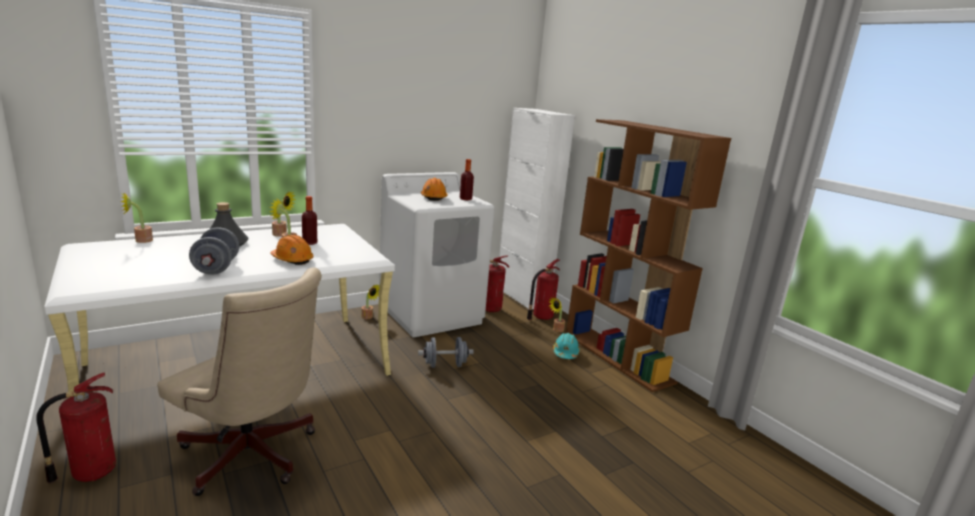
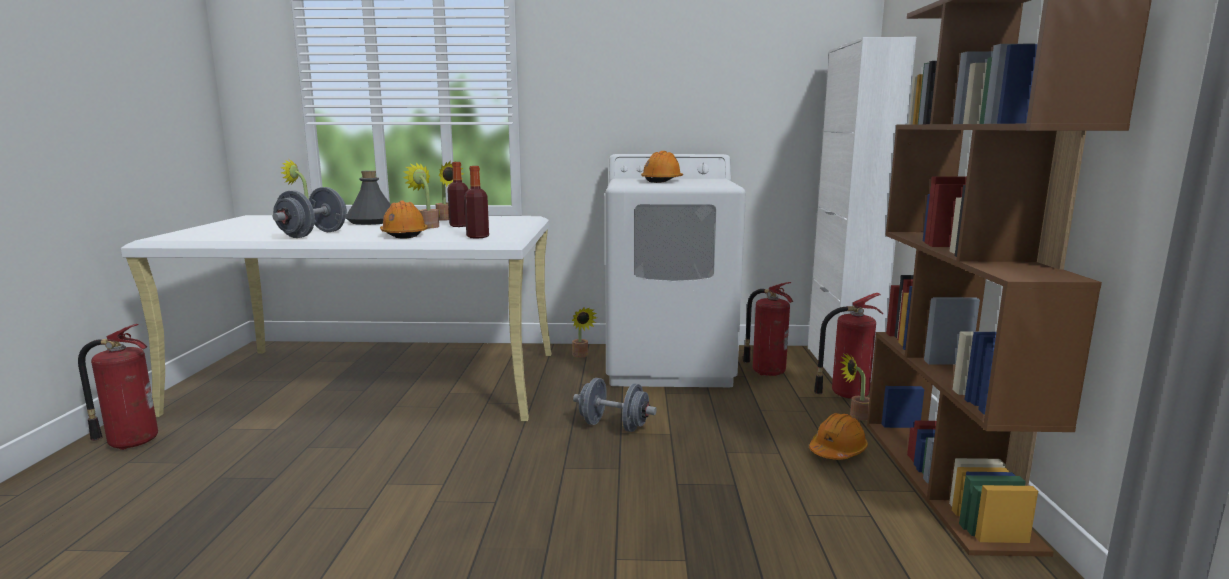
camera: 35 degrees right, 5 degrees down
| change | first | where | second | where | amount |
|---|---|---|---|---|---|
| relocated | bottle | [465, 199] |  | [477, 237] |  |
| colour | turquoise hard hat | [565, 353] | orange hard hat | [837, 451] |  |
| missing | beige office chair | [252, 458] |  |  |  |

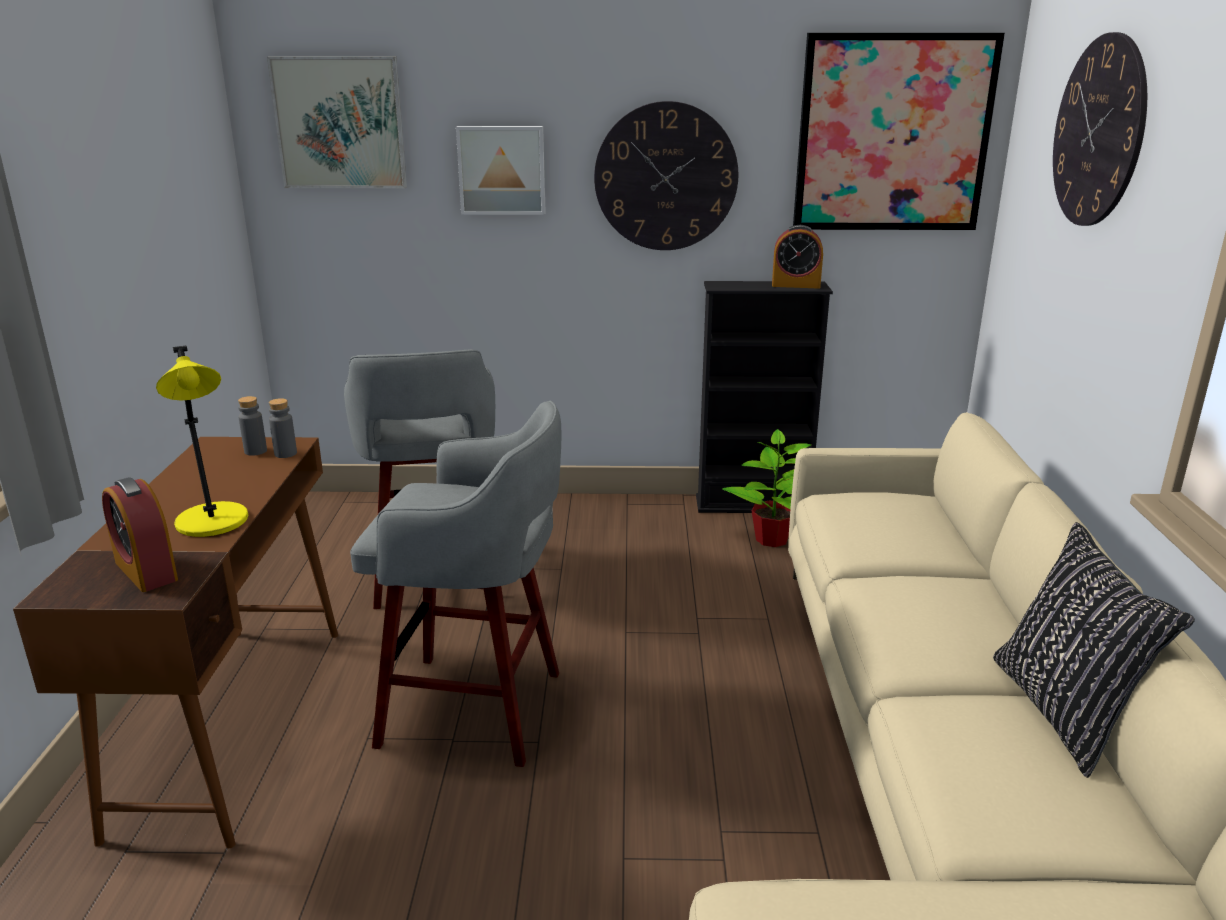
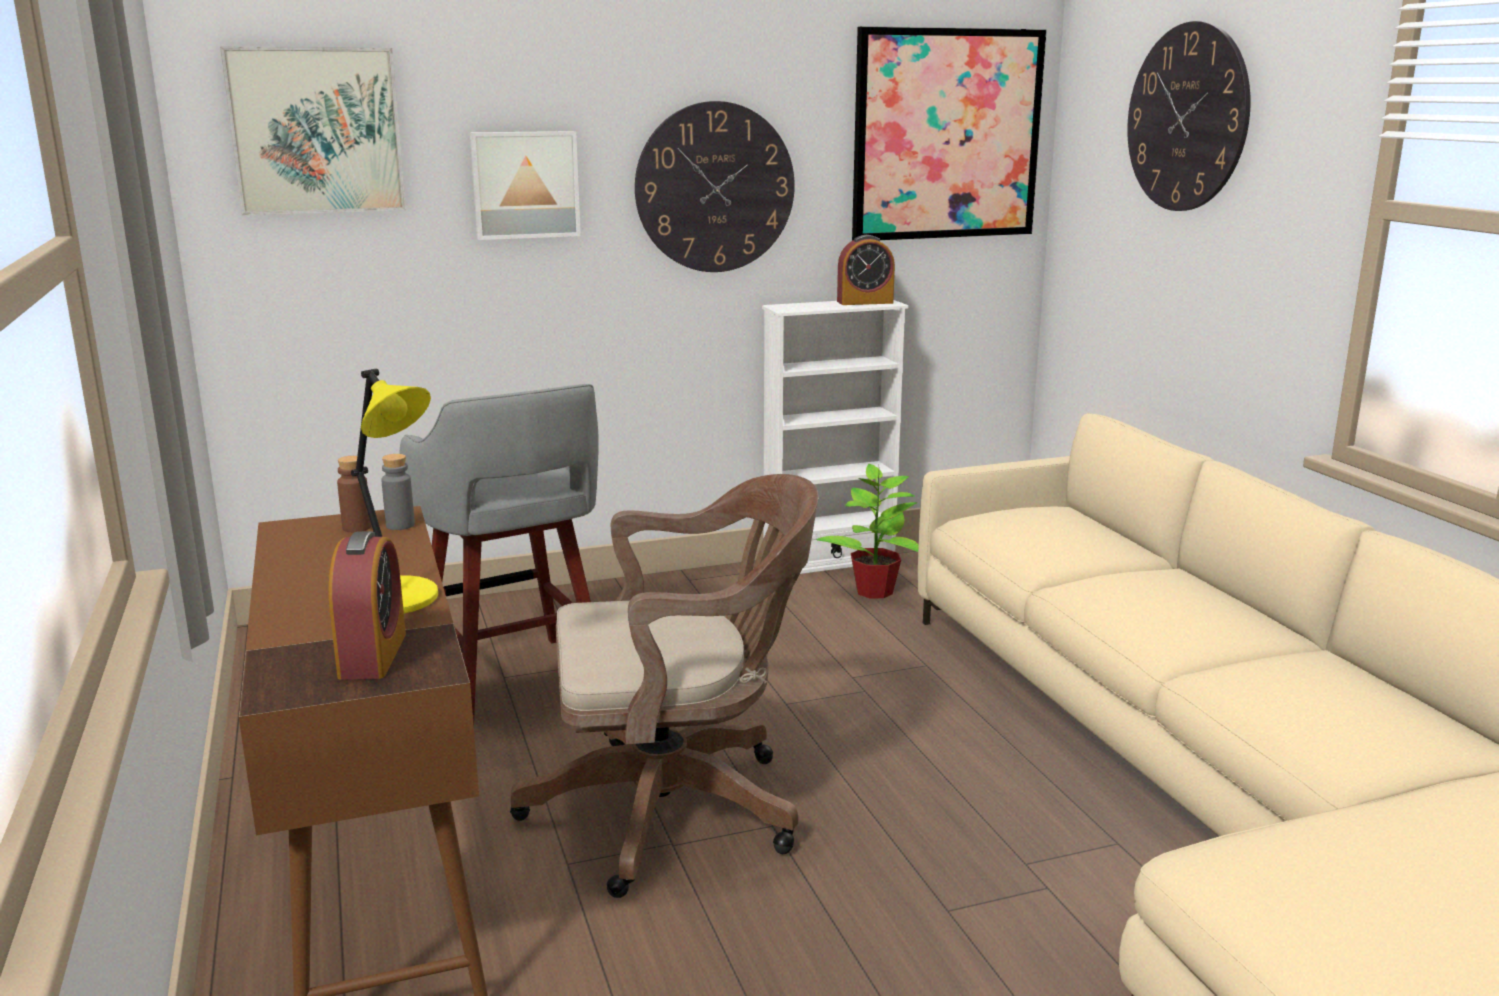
camera: 20 degrees left, 5 degrees down
| change | first | where | second | where | amount |
|---|---|---|---|---|---|
| spun | alarm clock | [146, 571] |  | [372, 655] | 120 degrees counterclockwise |
| colour | grey bottle | [255, 451] | brown bottle | [357, 527] |  |
| exchanged | grey stool | [477, 710] | brown office chair | [678, 809] |  |
| colour | black bookcase | [753, 504] | white bookcase | [829, 561] |  |
| missing | black pillow | [1064, 711] |  |  |  |

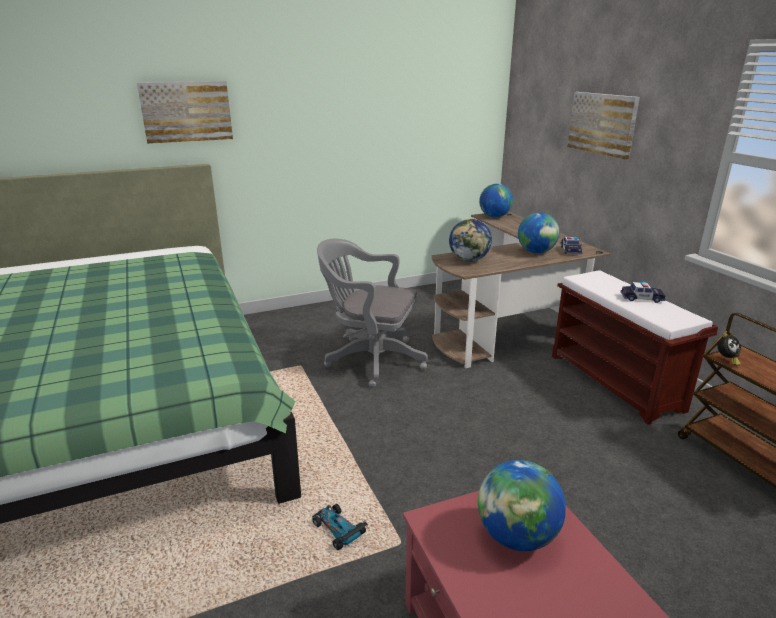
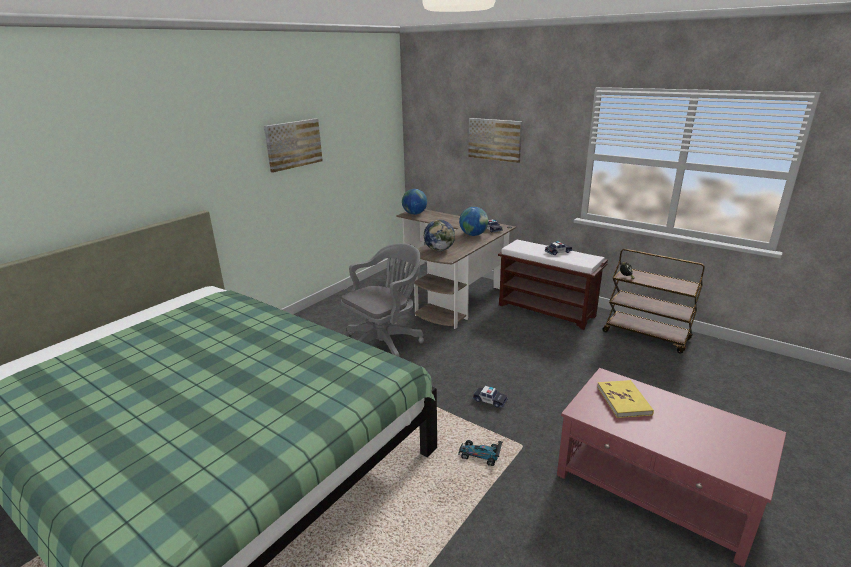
camera: 30 degrees left, 0 degrees up
| change | first | where | second | where | amount |
|---|---|---|---|---|---|
| relocated | picture | [186, 111] |  | [293, 144] |  |
| spun | grey office chair | [370, 359] |  | [385, 343] | 150 degrees clockwise |
| appeared |  |  | toy car | [490, 400] |  |
| exchanged | globe | [516, 536] | yellow book | [624, 400] |  |

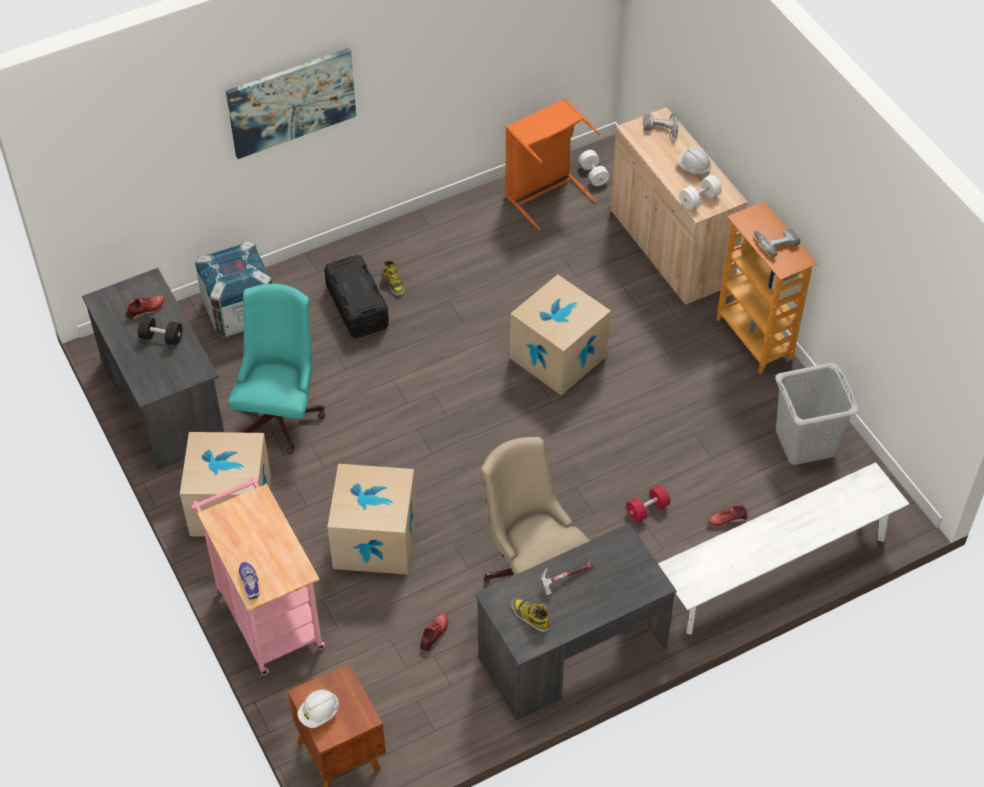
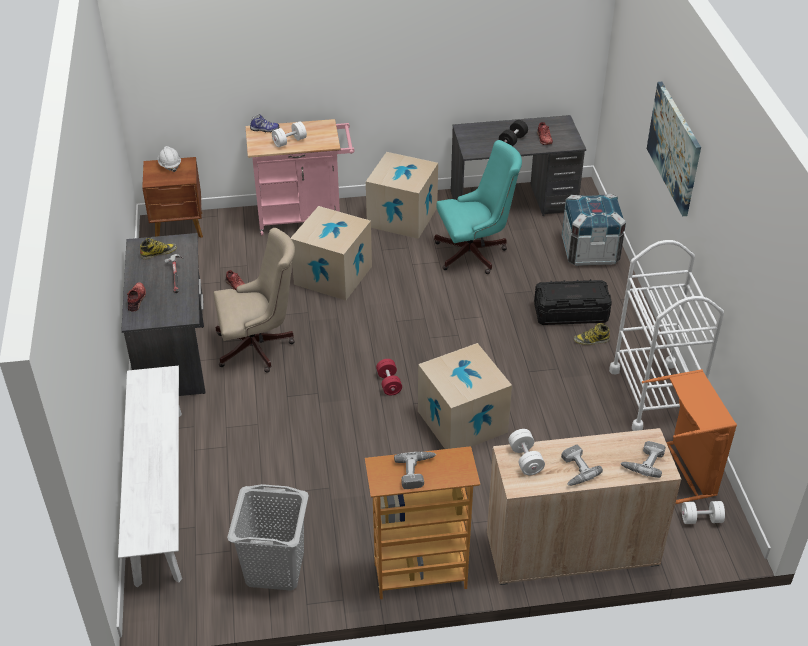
camera: 110 degrees right, 10 degrees down
| change | first | where | second | where | amount |
|---|---|---|---|---|---|
| relocated | red shoe | [727, 519] |  | [137, 299] |  |
| appeared |  |  | white dumbbell | [289, 141] |  |
| relocated | red dumbbell | [647, 509] |  | [389, 383] |  |
| spun | turquoise office chair | [281, 413] |  | [475, 253] | 45 degrees counterclockwise |
| exchanged | white hard hat | [693, 168] | power drill | [574, 470] |  |
| appeared |  |  | white cart | [654, 396] |  |

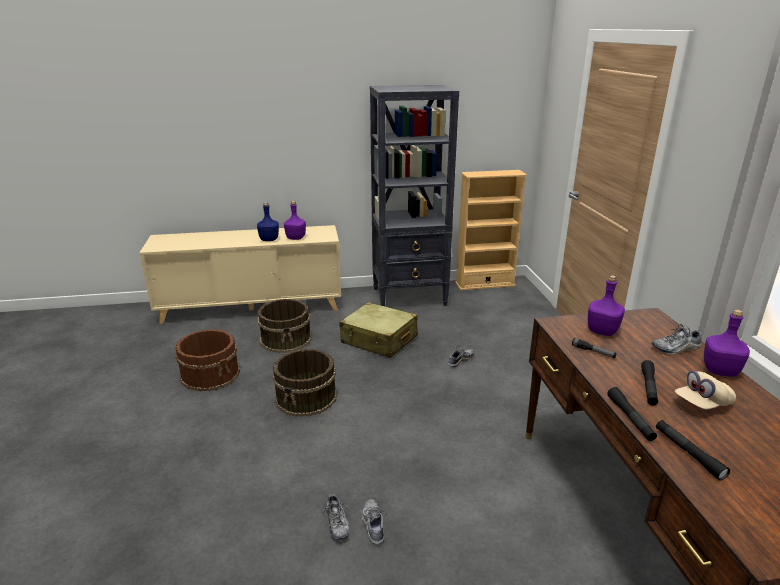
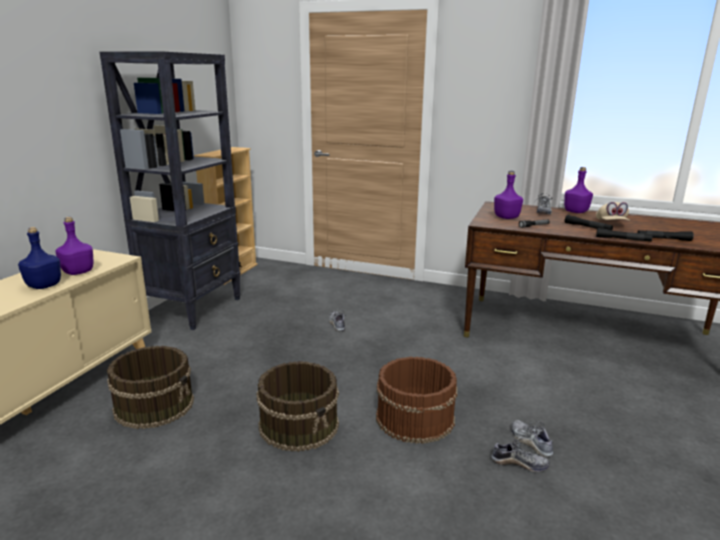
camera: 60 degrees left, 5 degrees down
| change | first | where | second | where | amount |
|---|---|---|---|---|---|
| relocated | brown bucket | [211, 374] |  | [414, 418] |  |
| spun | shoe | [373, 525] |  | [530, 442] | 45 degrees clockwise |
| missing | beige suitcase | [379, 340] |  |  |  |

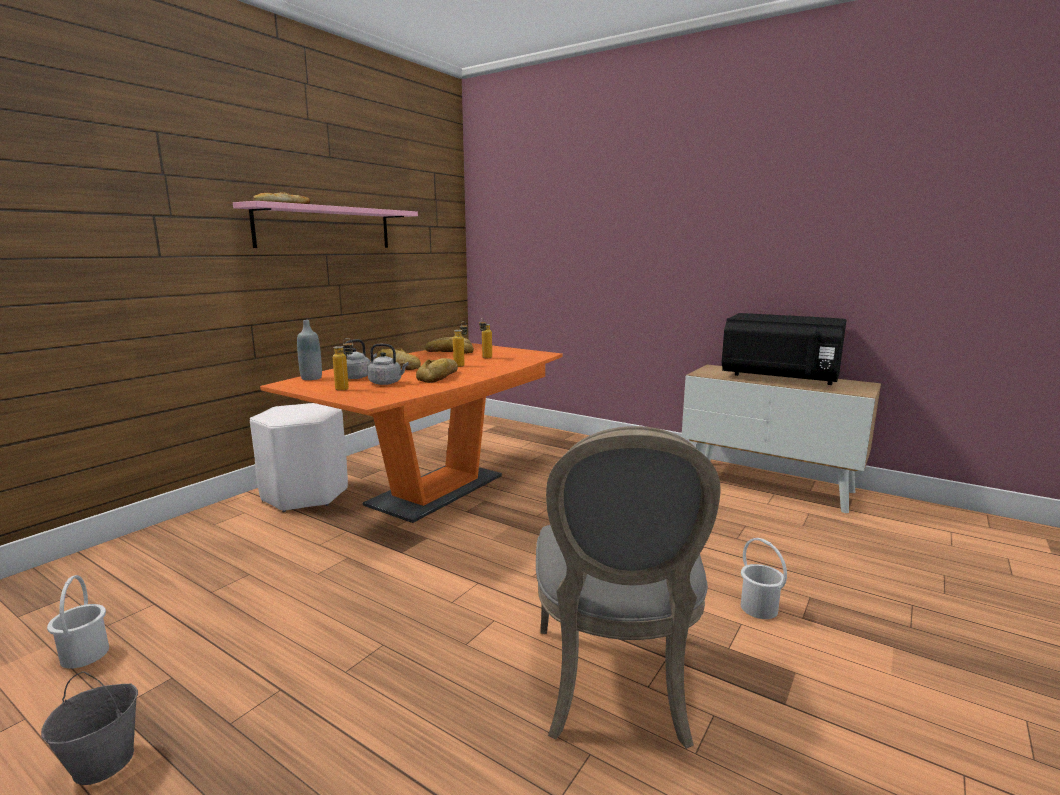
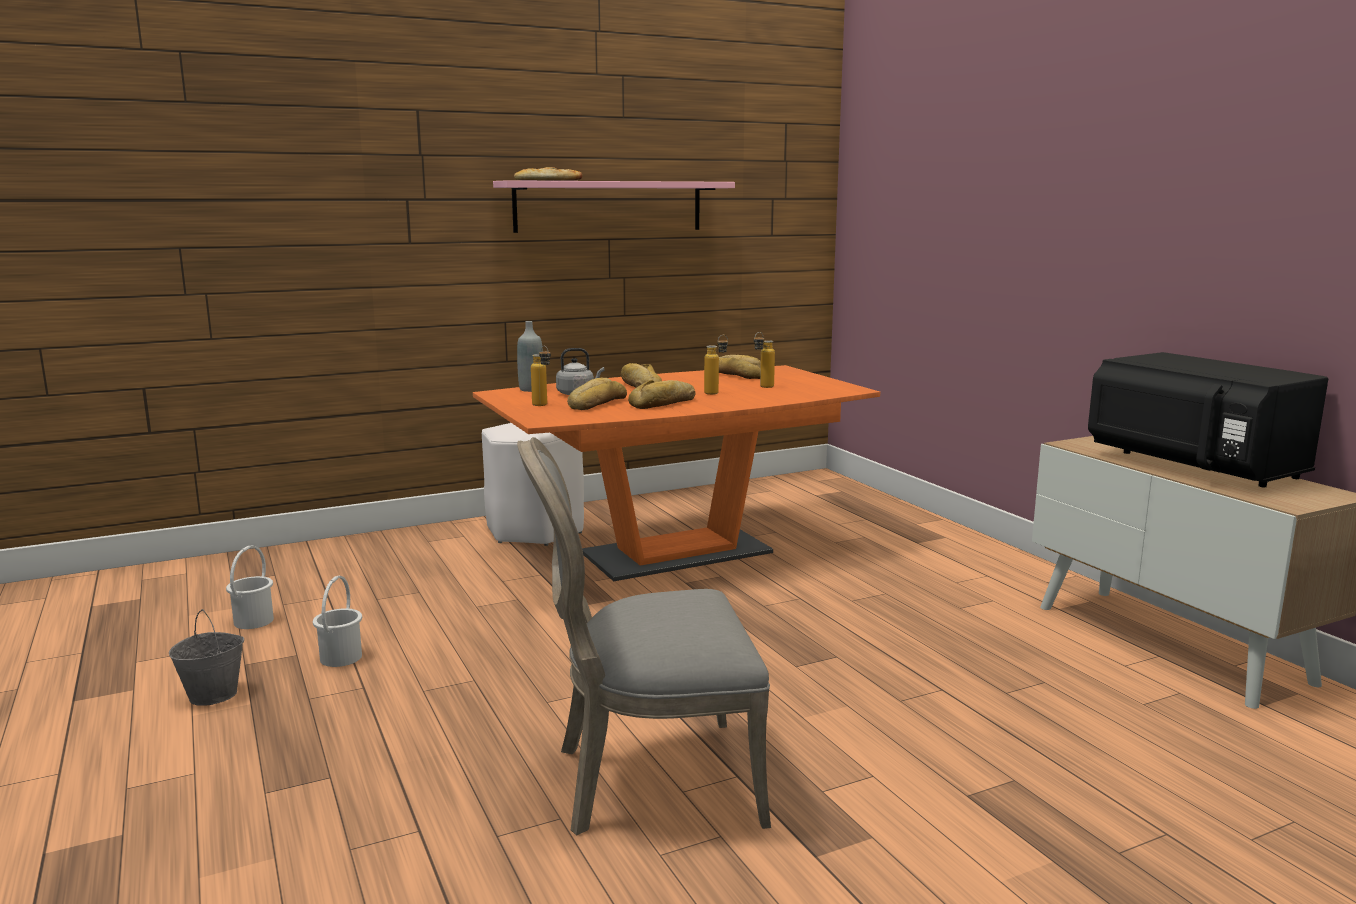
camera: 30 degrees right, 0 degrees up
| change | first | where | second | where | amount |
|---|---|---|---|---|---|
| relocated | white bucket | [759, 608] |  | [342, 657] |  |
| spun | grey chair | [615, 687] |  | [648, 780] | 45 degrees clockwise |
| exchanged | grey kettle | [387, 383] | bread | [595, 403] |  |

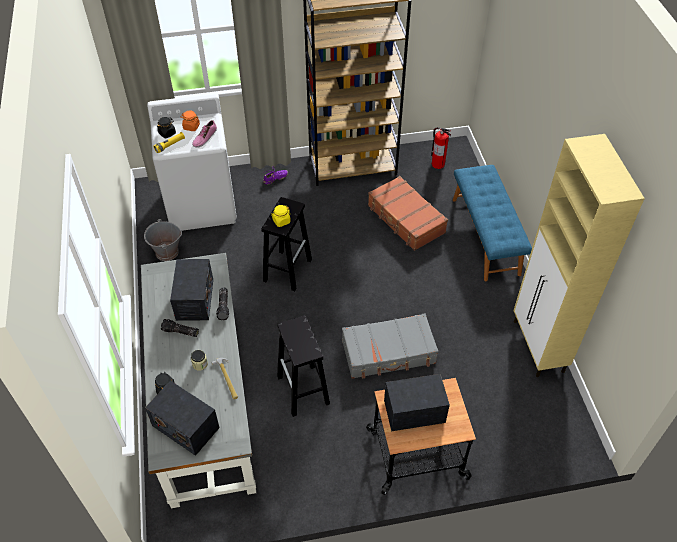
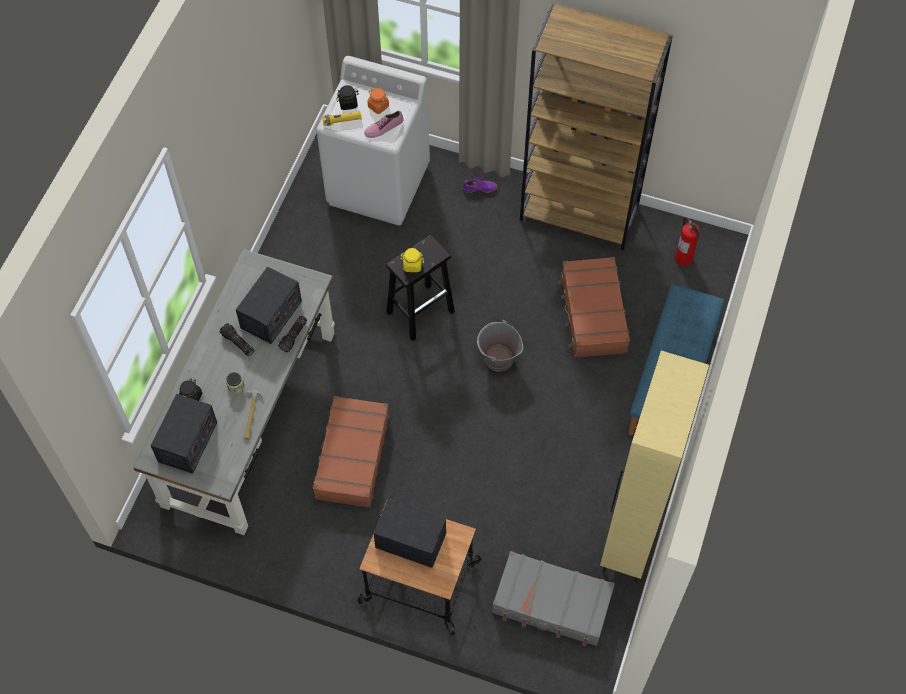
camera: 30 degrees right, 10 degrees up
| change | first | where | second | where | amount |
|---|---|---|---|---|---|
| spun | radio | [185, 426] |  | [187, 442] | 135 degrees counterclockwise |
| exchanged | black stool | [303, 391] | brown suitcase | [351, 457] |  |
| relocated | grey bucket | [167, 252] |  | [498, 359] |  |
| relocated | grey suitcase | [389, 352] |  | [552, 604] |  |

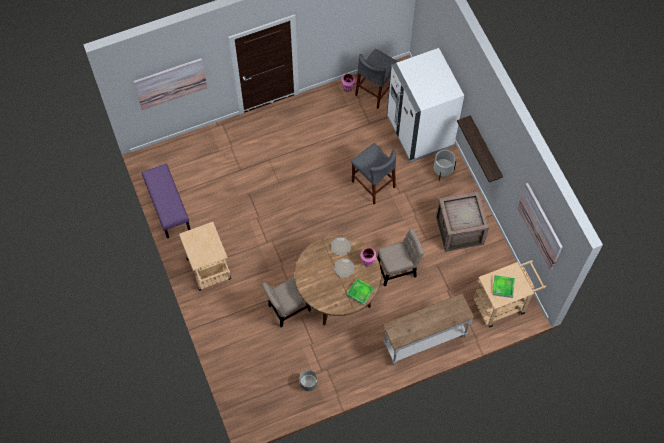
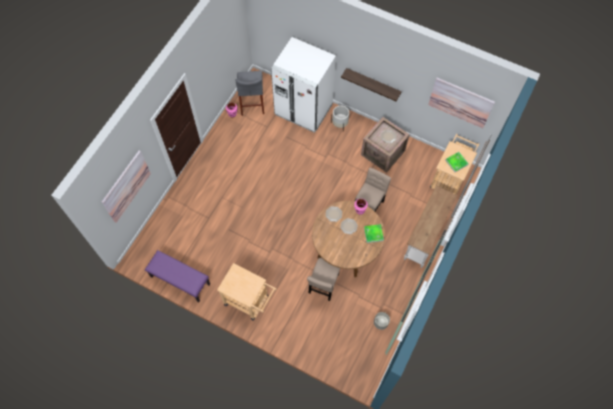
camera: 40 degrees left, 0 degrees up
| change | first | where | second | where | amount |
|---|---|---|---|---|---|
| missing | grey stool | [373, 184] |  |  |  |

